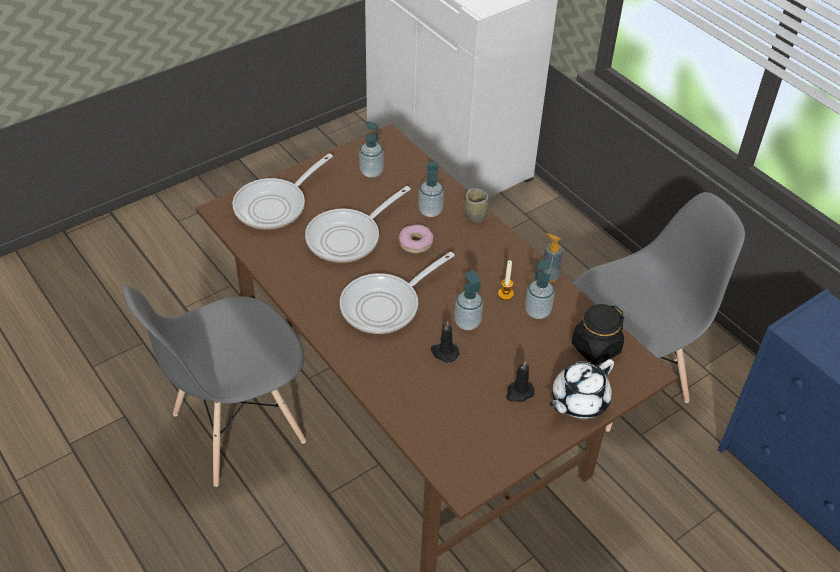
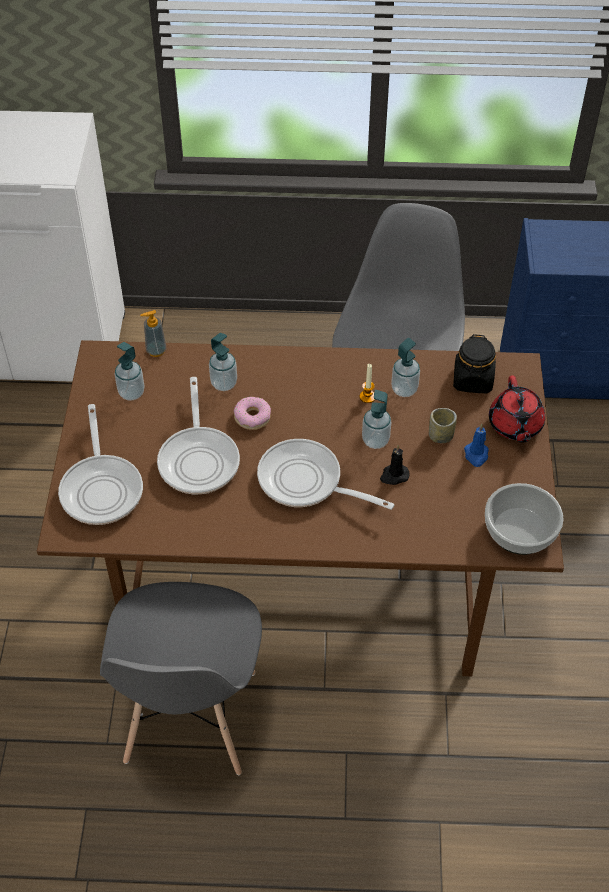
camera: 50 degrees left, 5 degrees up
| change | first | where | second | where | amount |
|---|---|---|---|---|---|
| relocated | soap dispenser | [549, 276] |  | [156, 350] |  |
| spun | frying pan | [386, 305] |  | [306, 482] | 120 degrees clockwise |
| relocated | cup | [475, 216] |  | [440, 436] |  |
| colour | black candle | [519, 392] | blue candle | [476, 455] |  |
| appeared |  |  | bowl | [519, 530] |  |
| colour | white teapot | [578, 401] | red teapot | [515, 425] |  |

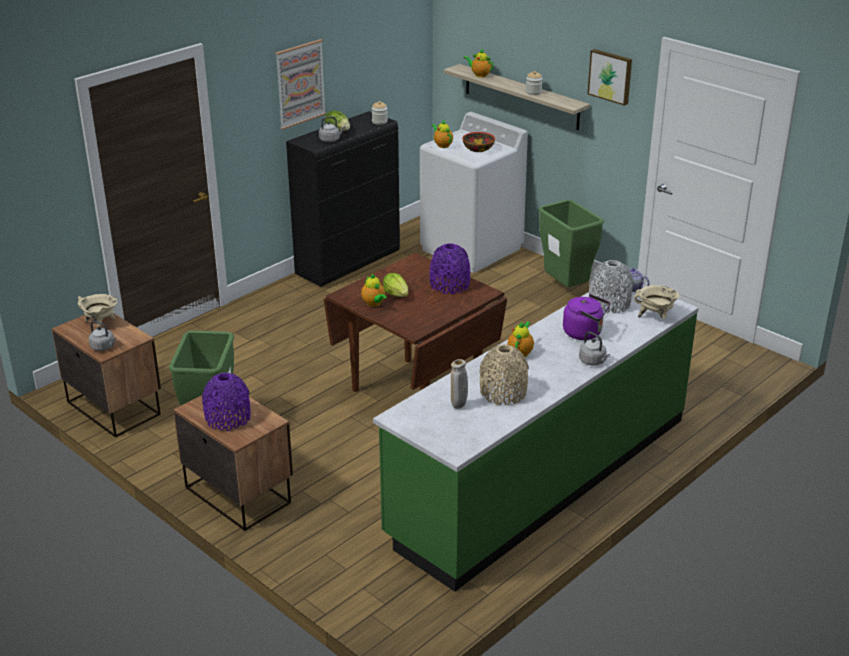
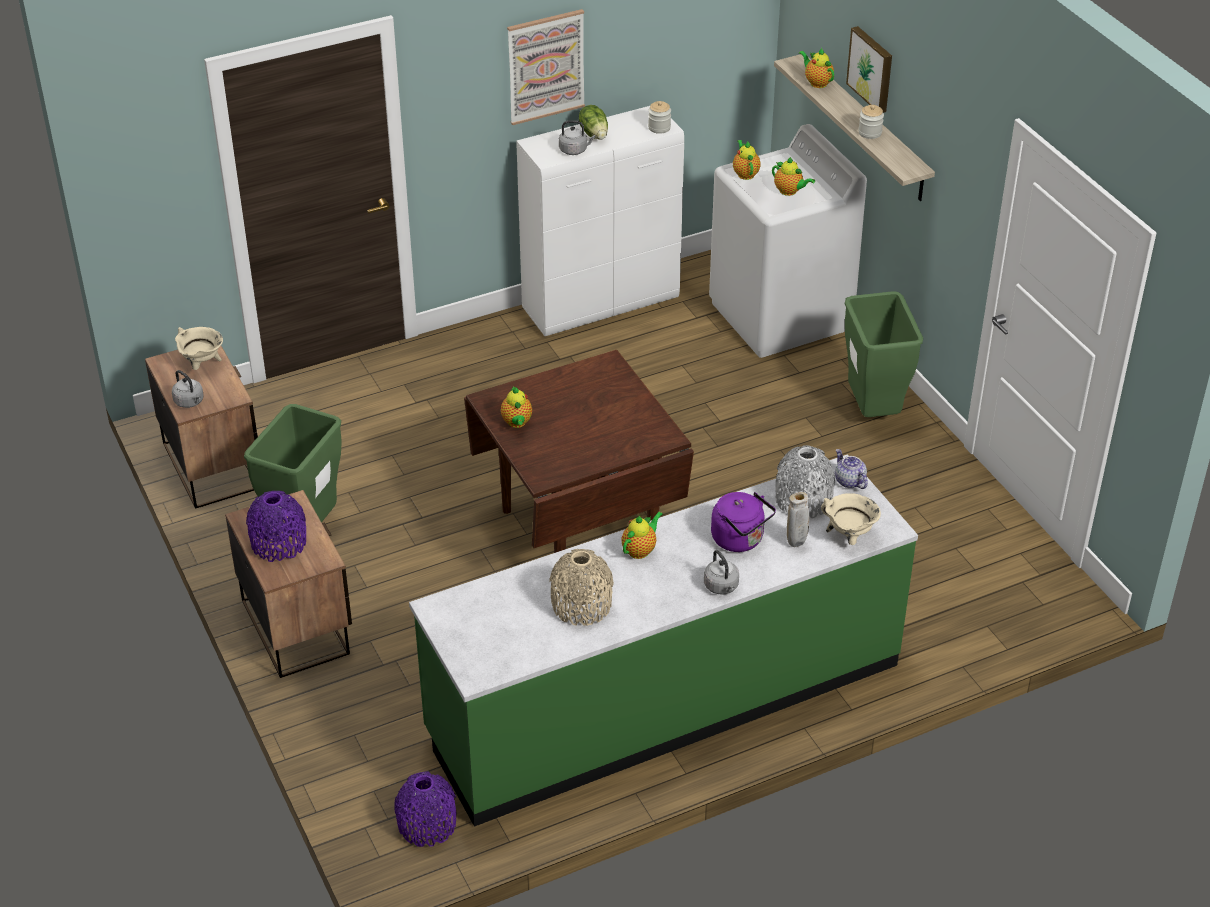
camera: 20 degrees right, 10 degrees up
| change | first | where | second | where | amount |
|---|---|---|---|---|---|
| relocated | purple vase | [449, 285] |  | [427, 824] |  |
| colour | black cabinet | [349, 263] | white cabinet | [602, 304] |  |
| exchanged | bowl | [478, 149] | teapot | [789, 191] |  |
| relocated | beige vase | [458, 406] |  | [796, 544] |  |
| relocated | picture | [611, 76] |  | [872, 69] |  |
| missing | lettuce | [397, 294] |  |  |  |

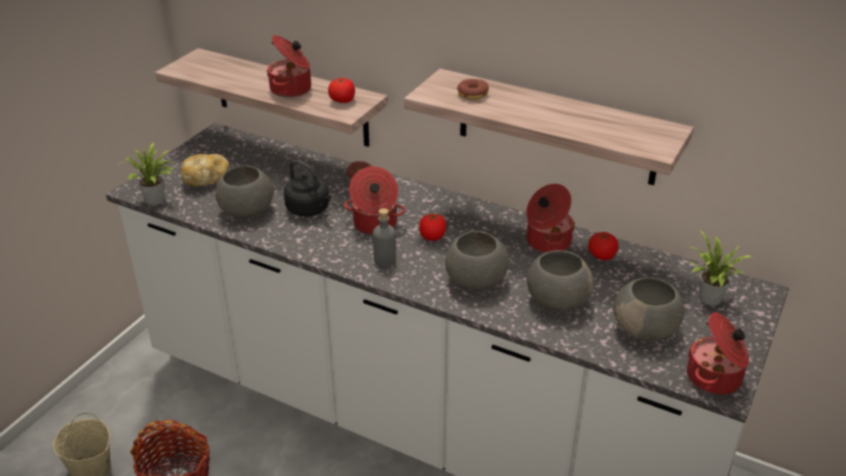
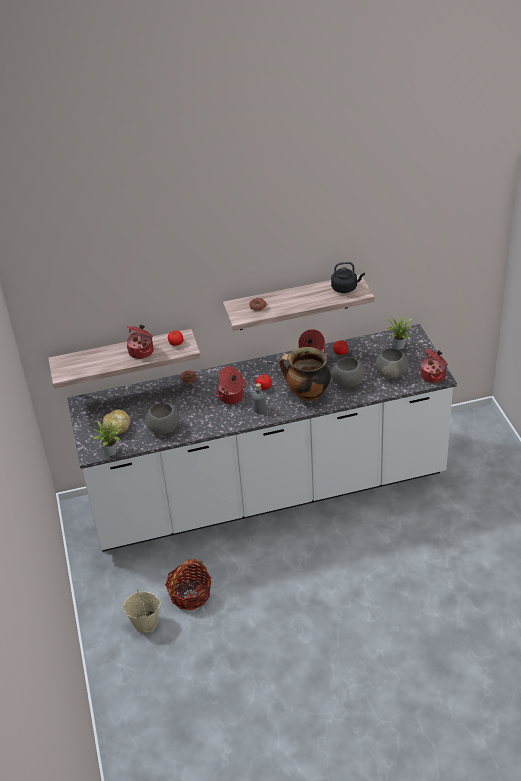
camera: 40 degrees left, 5 degrees up
| change | first | where | second | where | amount |
|---|---|---|---|---|---|
| exchanged | grey bowl | [474, 280] | cooking pot | [307, 394] |  |
| relocated | black kettle | [309, 210] |  | [345, 288] |  |

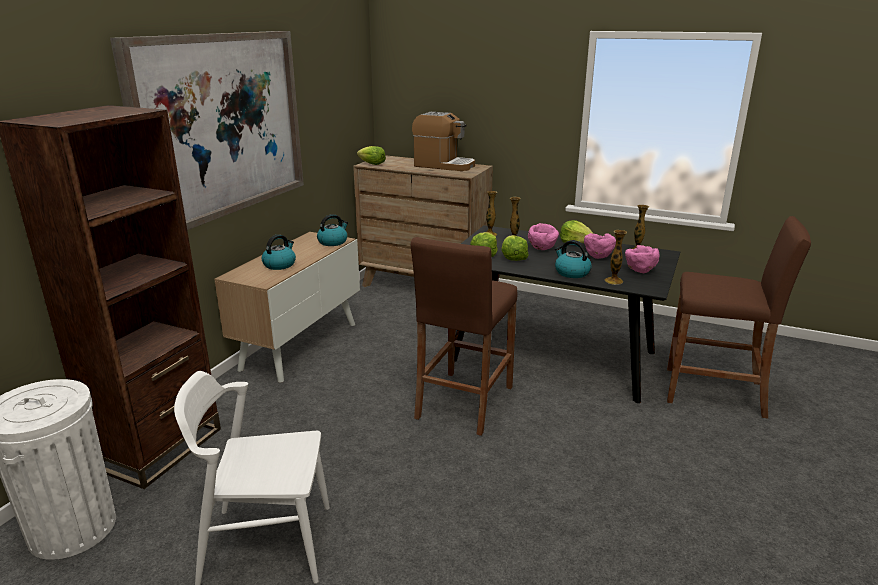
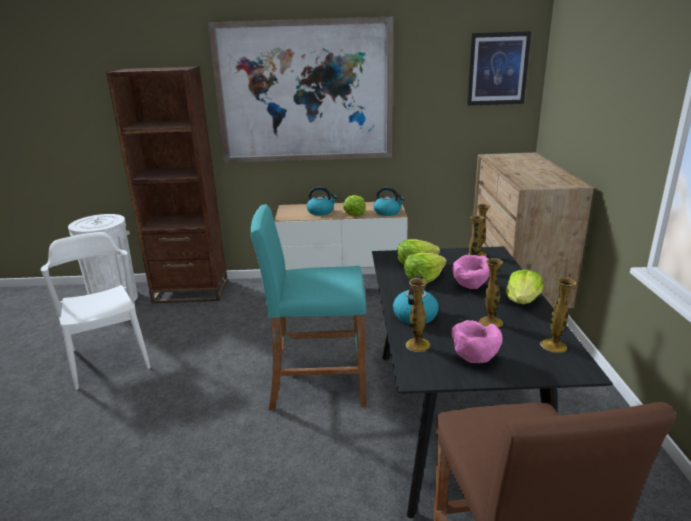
camera: 65 degrees right, 0 degrees up
| change | first | where | second | where | amount |
|---|---|---|---|---|---|
| colour | brown stool | [464, 402] | turquoise stool | [317, 385] |  |
| relocated | lettuce | [372, 164] |  | [354, 213] |  |
| appeared |  |  | picture | [497, 69] |  |
| exchanged | pink bowl | [597, 257] | vase | [491, 322] |  |
| missing | coffee machine | [444, 165] |  |  |  |

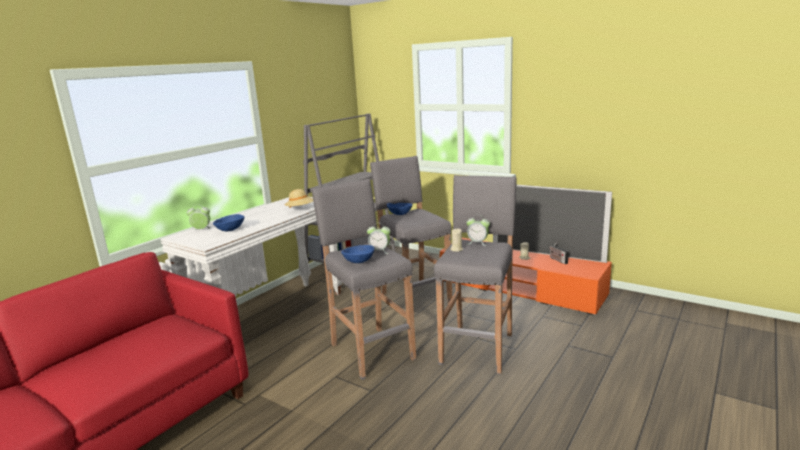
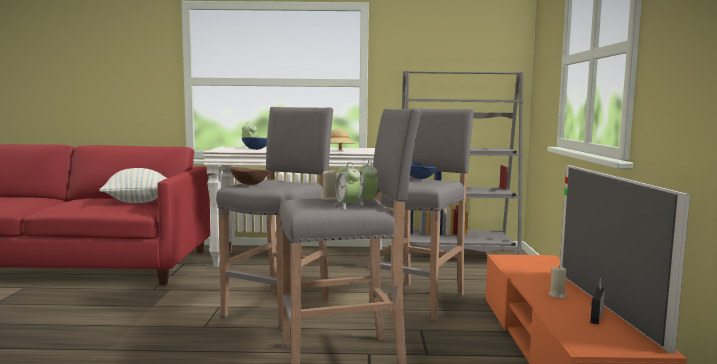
camera: 55 degrees right, 10 degrees down
| change | first | where | second | where | amount |
|---|---|---|---|---|---|
| appeared |  |  | pillow | [138, 201] |  |
| colour | blue bowl | [359, 262] | brown bowl | [249, 184] |  |
| relocated | alarm clock | [379, 251] |  | [347, 206] |  |

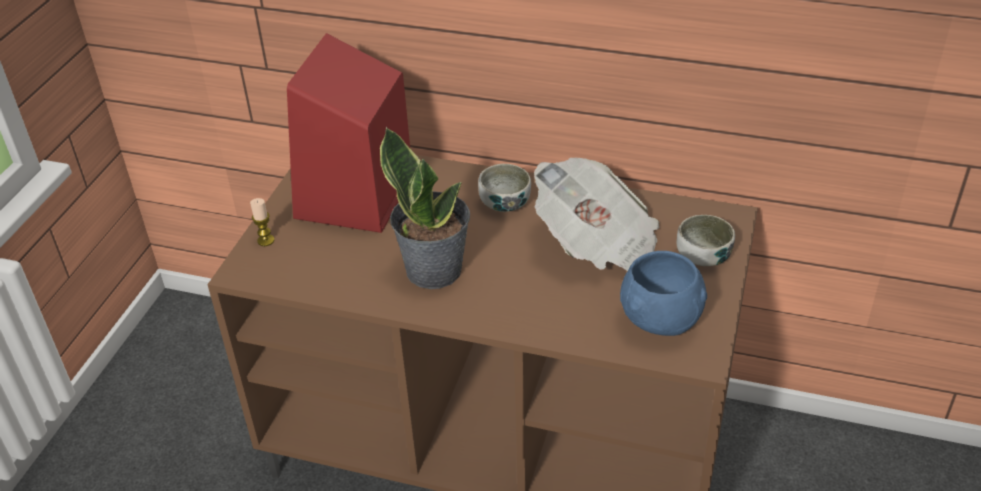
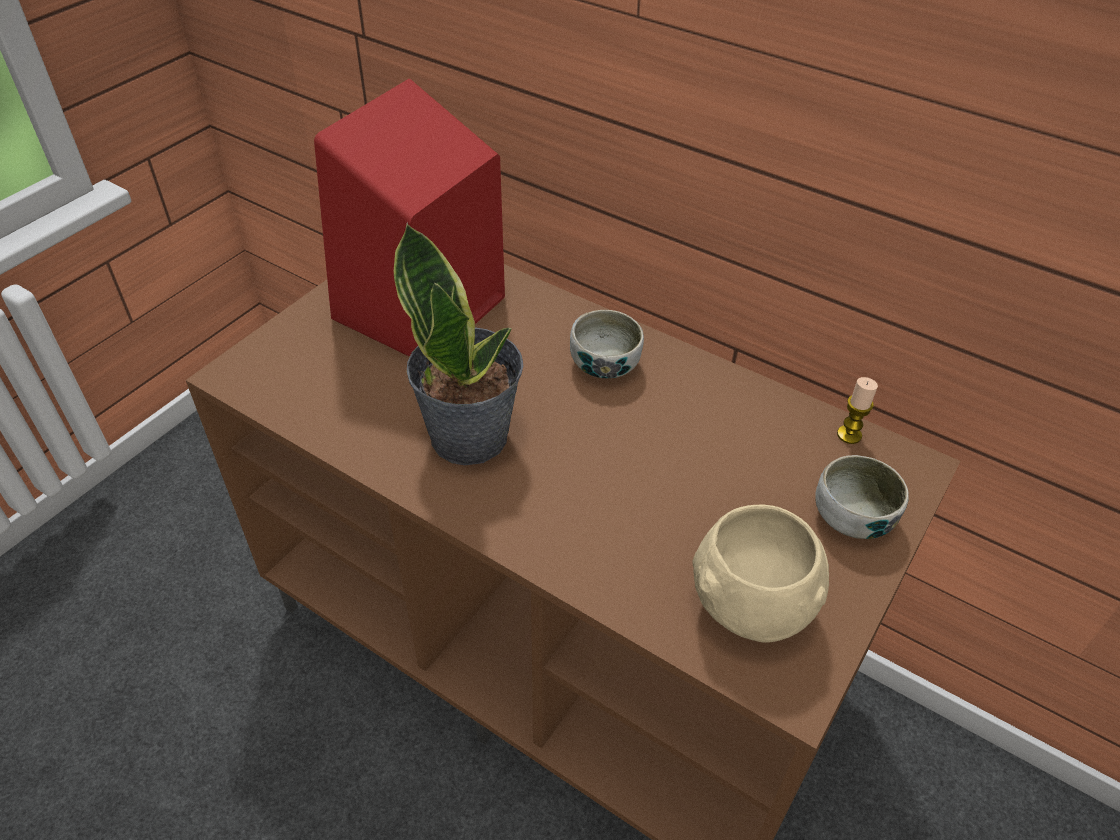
camera: 15 degrees right, 5 degrees up
| change | first | where | second | where | amount |
|---|---|---|---|---|---|
| colour | blue bowl | [658, 322] | beige bowl | [747, 607] |  |
| relocated | candle | [266, 240] |  | [849, 435] |  |
| missing | newspaper | [599, 245] |  |  |  |

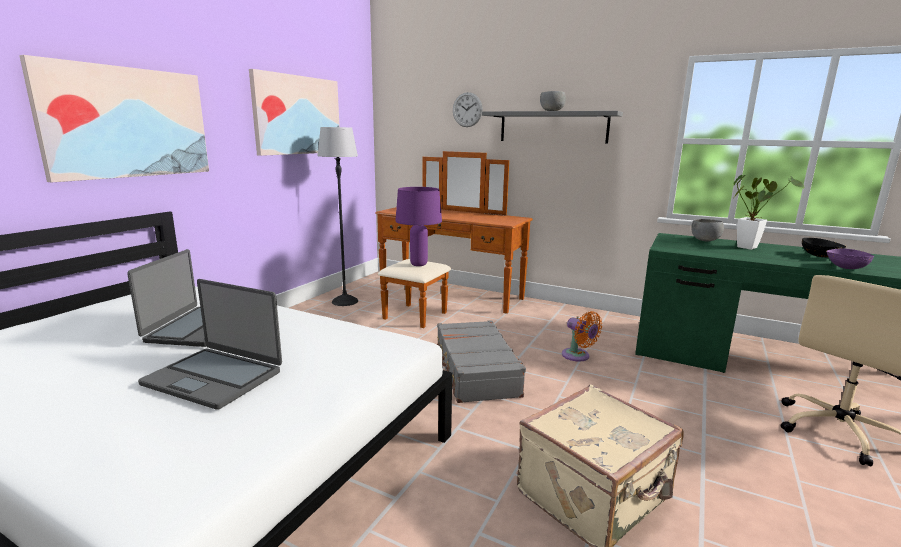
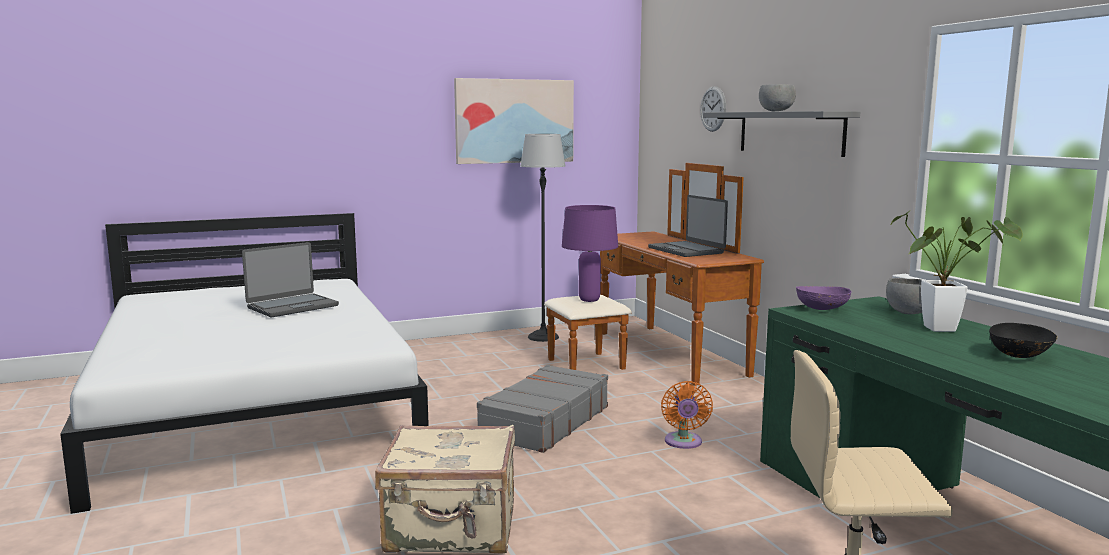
camera: 40 degrees right, 5 degrees down
| change | first | where | second | where | amount |
|---|---|---|---|---|---|
| relocated | laptop | [214, 377] |  | [686, 250] |  |
| relocated | purple bowl | [845, 268] |  | [822, 309] |  |
| missing | picture | [127, 123] |  |  |  |

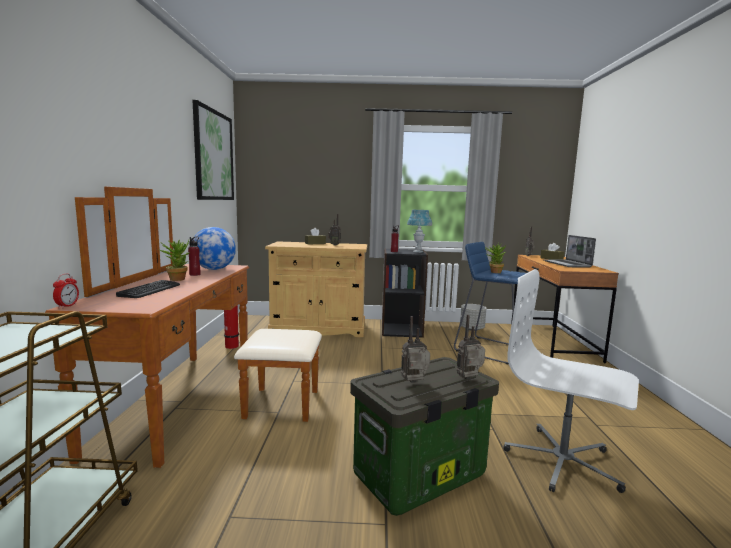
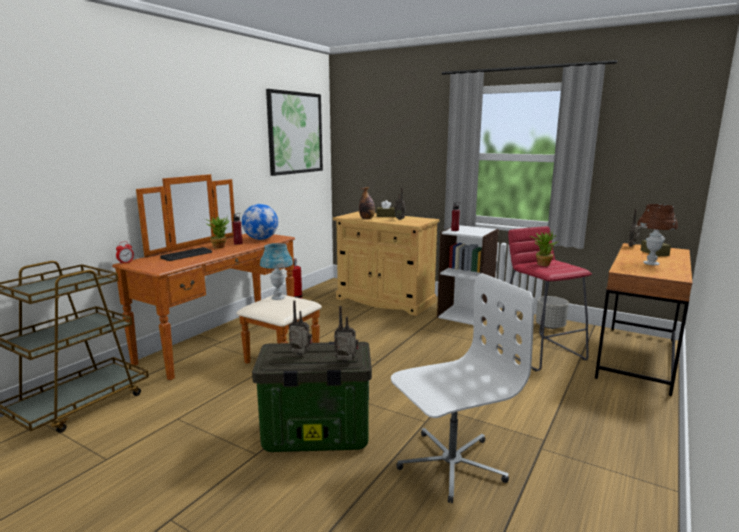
camera: 30 degrees right, 5 degrees up
| change | first | where | second | where | amount |
|---|---|---|---|---|---|
| relocated | blue table lamp | [418, 252] |  | [278, 298] |  |
| appeared |  |  | bottle | [367, 218] |  |
| spun | white office chair | [562, 461] |  | [450, 464] | 90 degrees clockwise |
| colour | black bookcase | [401, 330] | white bookcase | [465, 315] |  |
| colour | blue stool | [491, 349] | red stool | [539, 352] |  |
| exchanged | laptop | [567, 264] | brown table lamp | [651, 263] |  |

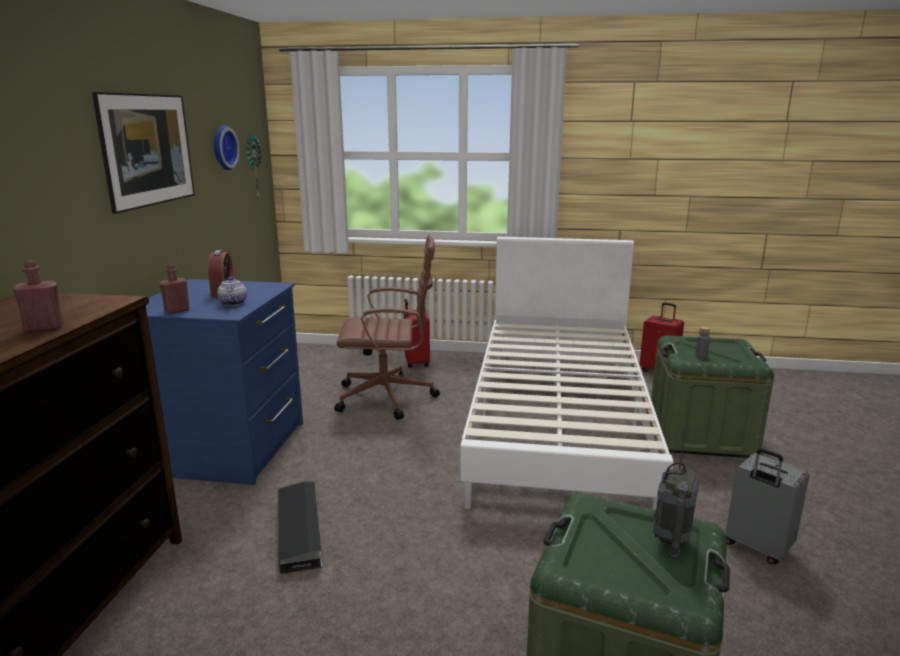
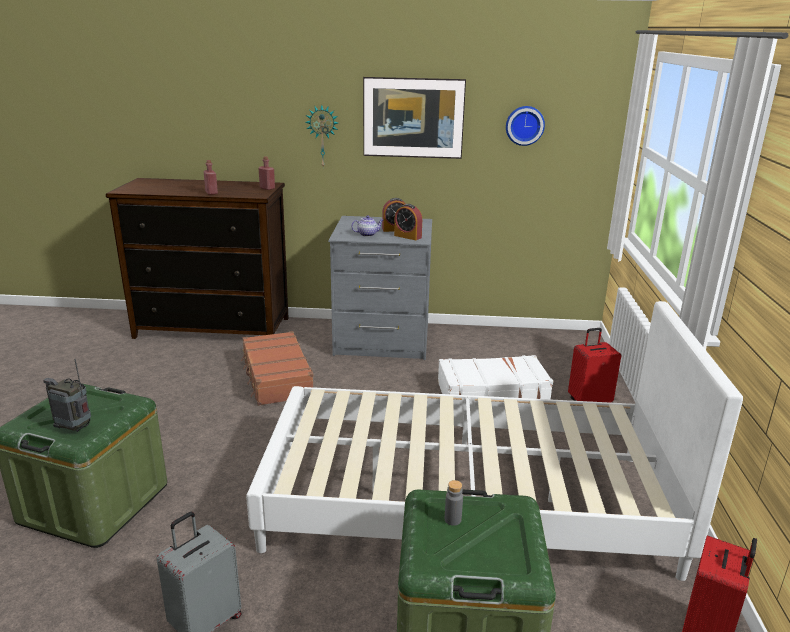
camera: 85 degrees right, 5 degrees up
| change | first | where | second | where | amount |
|---|---|---|---|---|---|
| exchanged | black storage box | [299, 531] | brown suitcase | [276, 378] |  |
| relocated | red bottle | [177, 311] |  | [267, 188] |  |
| relocated | wall clock | [252, 167] |  | [322, 136] |  |
| colour | blue dresser | [231, 448] | grey dresser | [382, 340] |  |
| appeared |  |  | alarm clock | [407, 236] |  |
| exchanged | brown office chair | [388, 397] | white suitcase | [491, 393] |  |

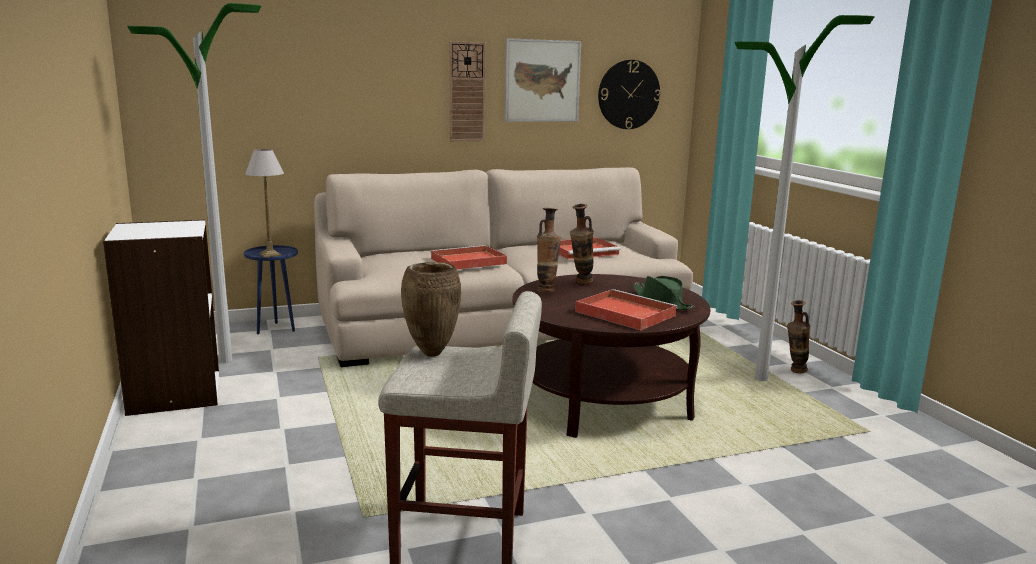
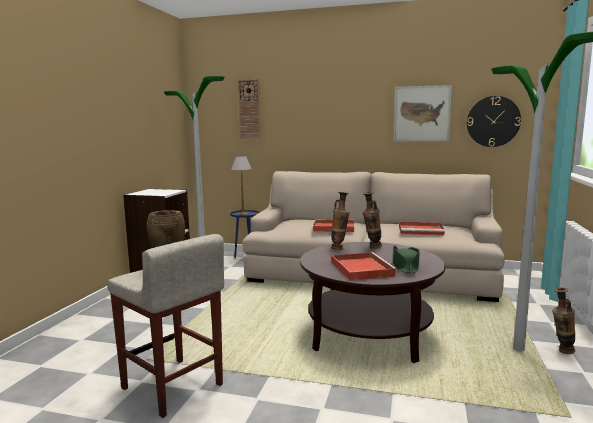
camera: 35 degrees right, 5 degrees down
| change | first | where | second | where | amount |
|---|---|---|---|---|---|
| relocated | wall clock | [467, 92] |  | [249, 109] |  |

